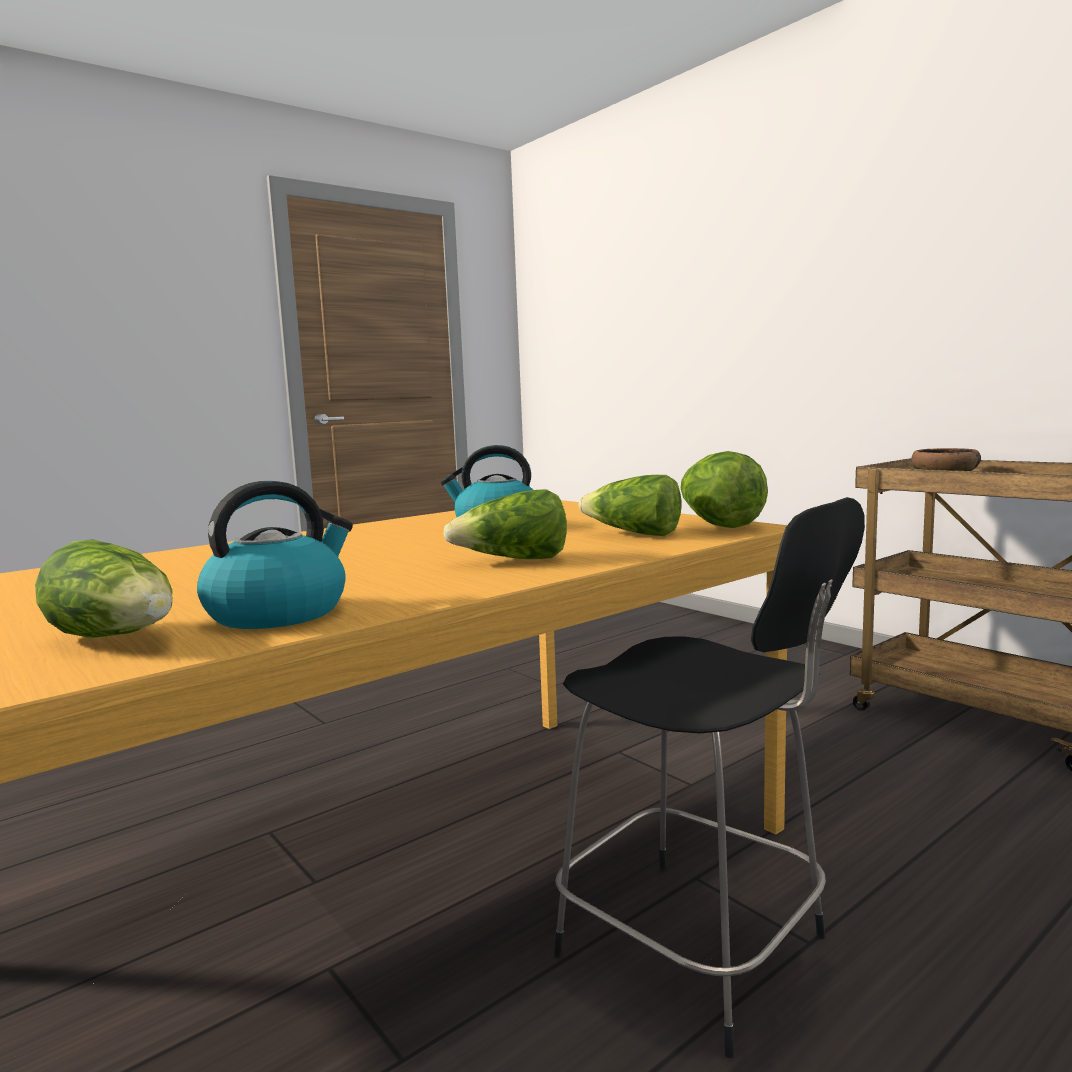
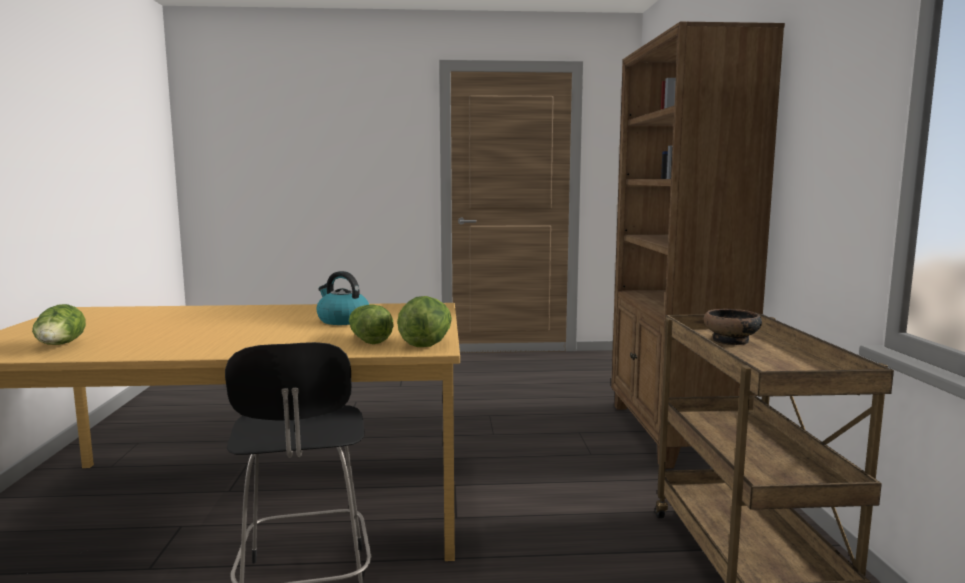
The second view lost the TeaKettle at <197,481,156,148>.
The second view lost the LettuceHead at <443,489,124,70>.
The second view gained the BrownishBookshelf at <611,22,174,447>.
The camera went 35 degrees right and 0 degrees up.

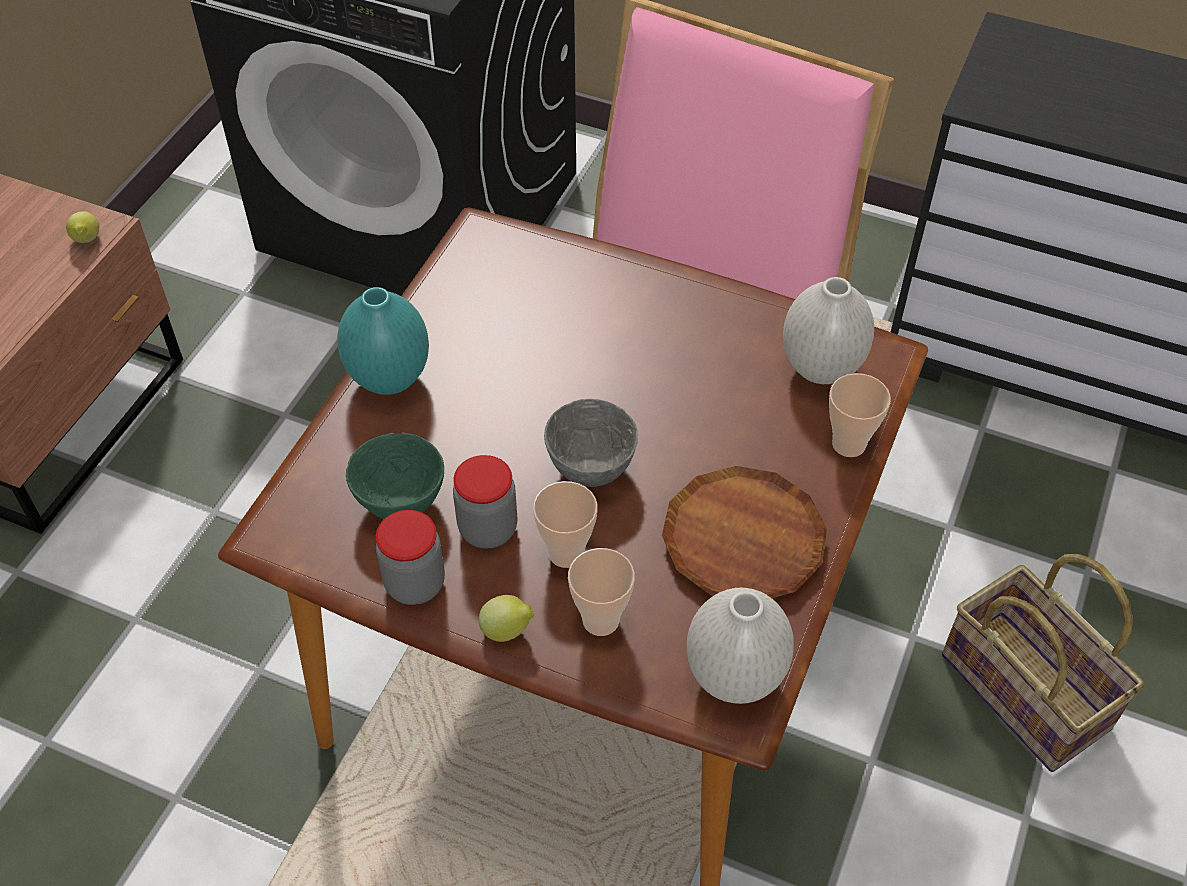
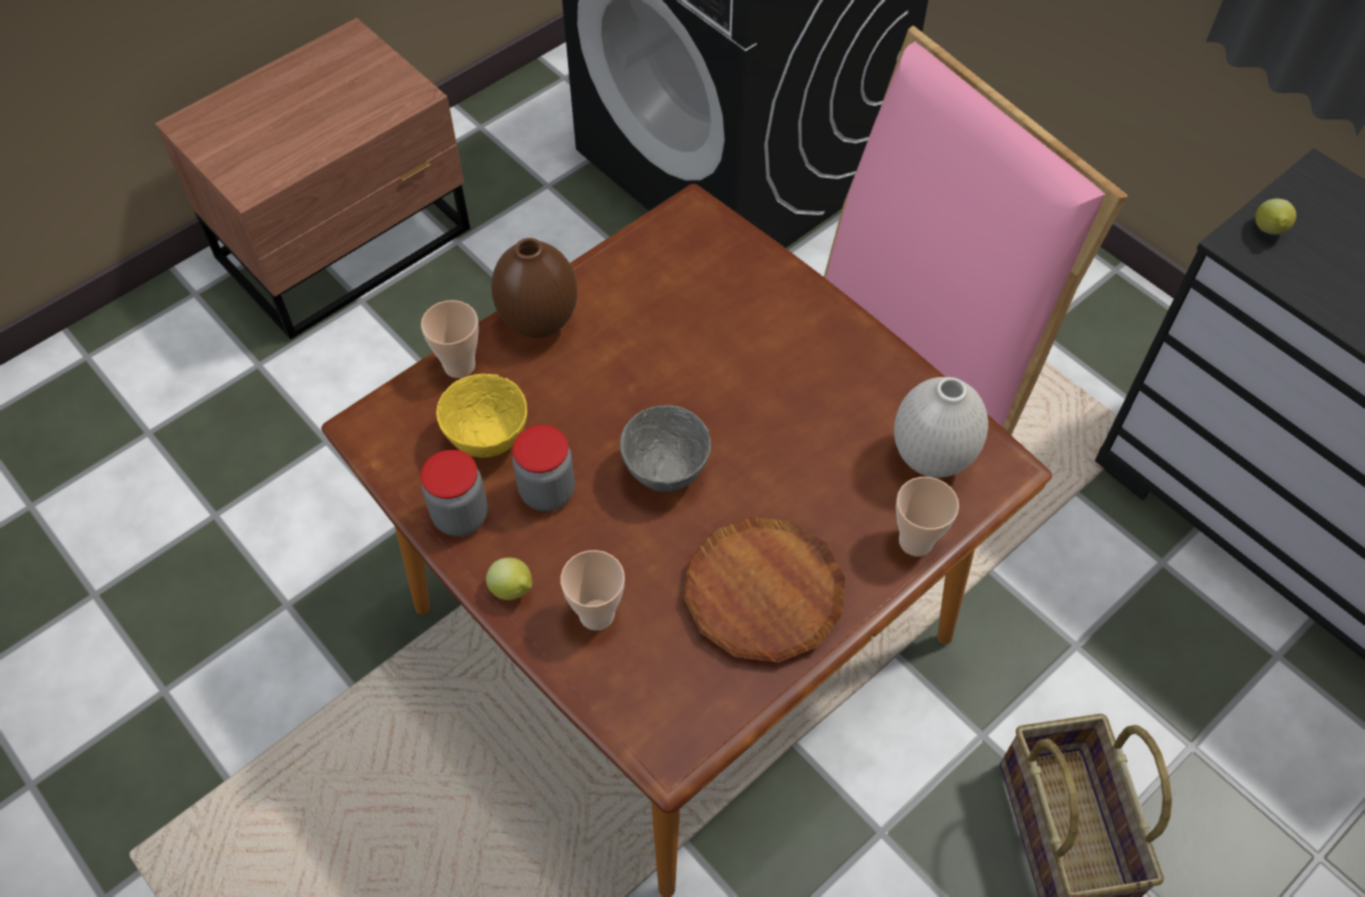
The second view lost the WhitishVase at <687,588,107,116>.
The CitrusFruit ended up elsewhere, having gone from <66,211,33,32> to <1255,199,41,36>.
The SmallCup ended up elsewhere, having gone from <533,481,65,87> to <421,300,58,78>.
What was the TurquoiseColouredVase at <337,287,92,108> turned into the BrownishVase at <491,238,86,100>.
What was the GreenColouredDeepDish at <346,432,98,88> turned into the YellowDeepDish at <436,374,91,84>.
The camera went 25 degrees right and 5 degrees up.

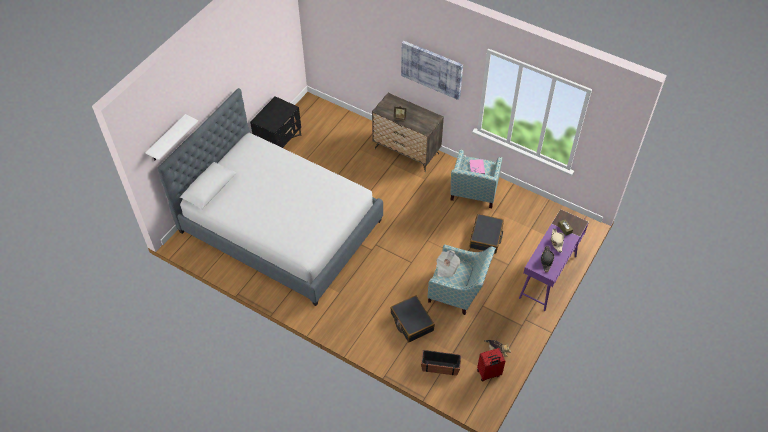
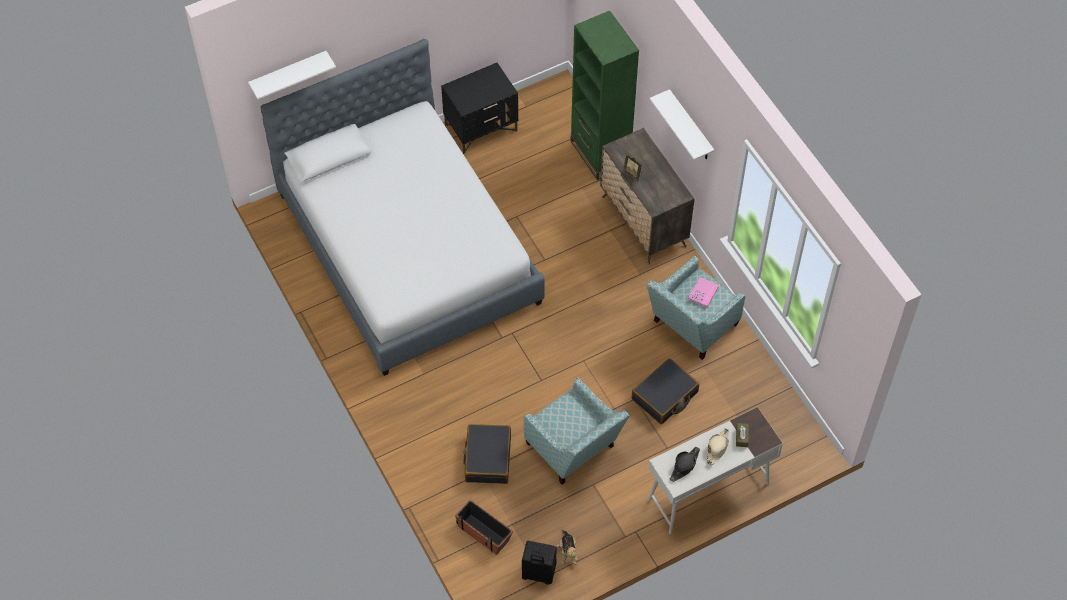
The second view lost the PrintedPaper at <436,250,24,27>.
The second view gained the GreenColouredBookshelf at <571,11,68,169>.
Where the WallPicture hung at <401,41,62,59>, the WhitishWallShelf came to hang at <650,89,64,71>.
What was the ReddishPieceOfLuggage at <477,348,28,34> turned into the BlackColouredPieceOfLuggage at <522,541,35,43>.
What was the PurpleColouredDesk at <519,209,70,102> turned into the WhitishDesk at <648,407,135,127>.
The camera went 30 degrees right and 5 degrees up.

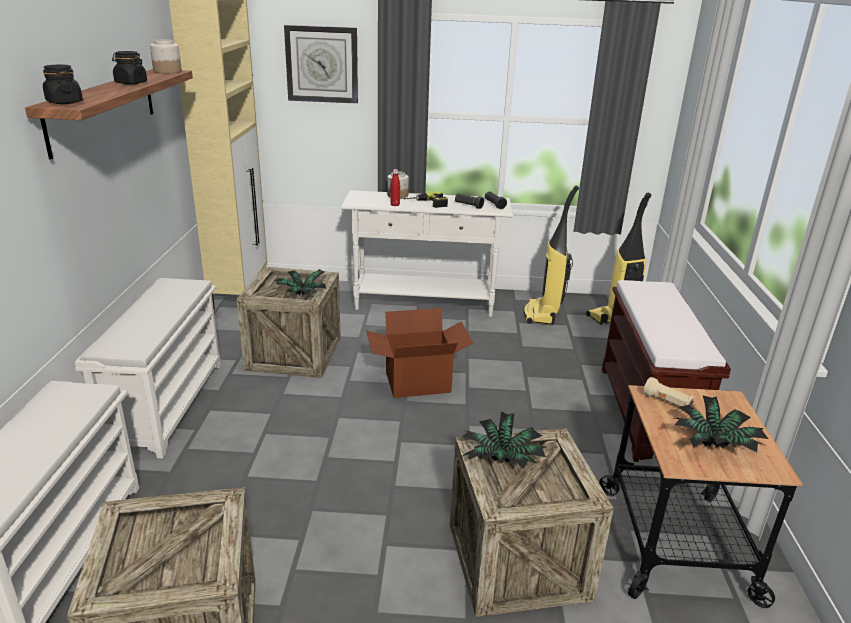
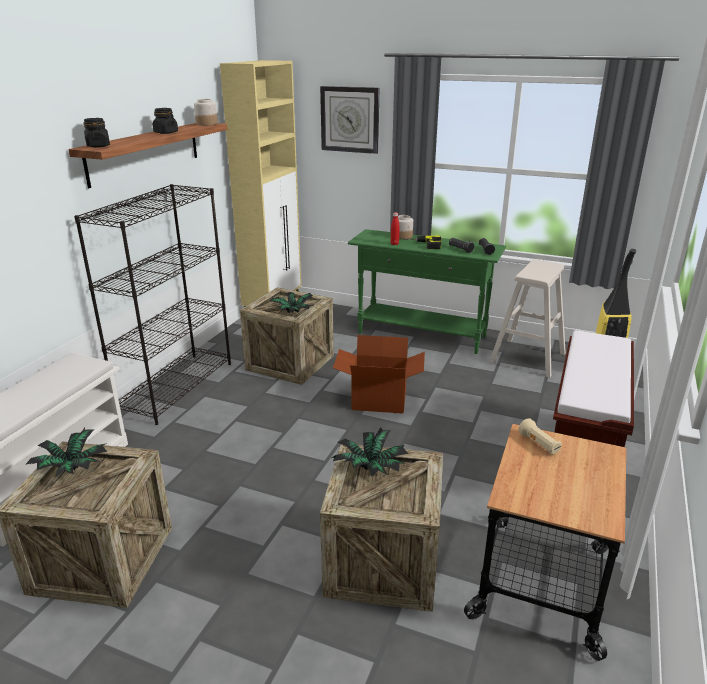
The Houseplant ended up elsewhere, having gone from <675,396,93,56> to <25,428,82,48>.
Where the WhitishShoeRack stood at <75,278,146,181>, the BlackColouredBookshelf came to stand at <74,184,157,241>.
Where the VacuumCleaner stood at <524,185,55,139>, the BeigeColouredStoolSeat came to stand at <489,259,77,119>.
What was the WhitishConsoleTable at <340,190,173,127> turned into the GreenColouredConsoleTable at <348,229,158,125>.
The camera went 20 degrees right and 0 degrees up.

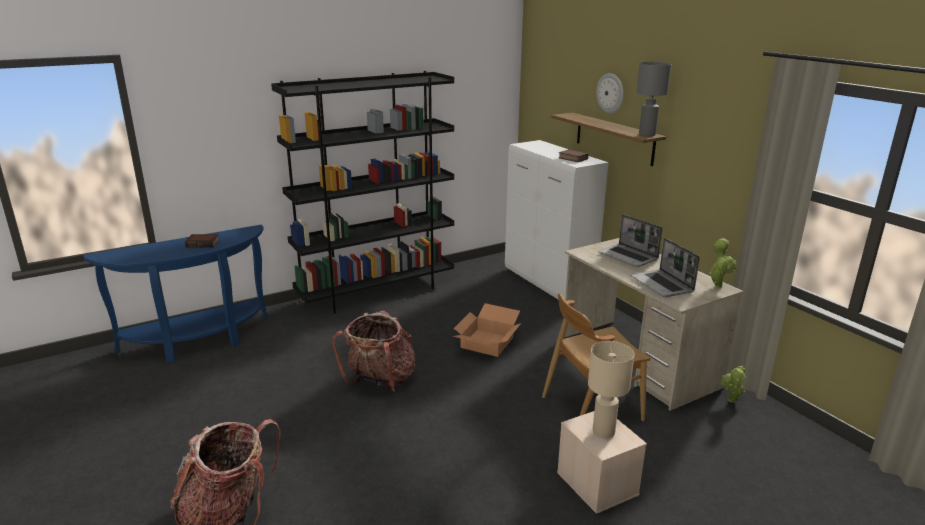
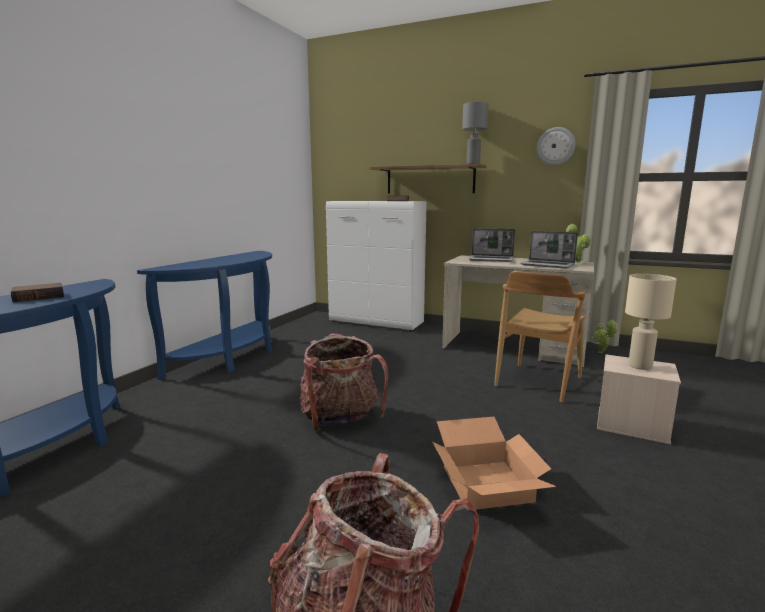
The Carton ended up elsewhere, having gone from <453,303,68,54> to <433,417,124,94>.
The WallClock ended up elsewhere, having gone from <596,73,27,40> to <537,127,38,38>.
Where the BlackColouredBookshelf stood at <271,71,183,242>, the BluishConsoleTable came to stand at <137,251,135,130>.
The camera went 35 degrees left and 10 degrees down.

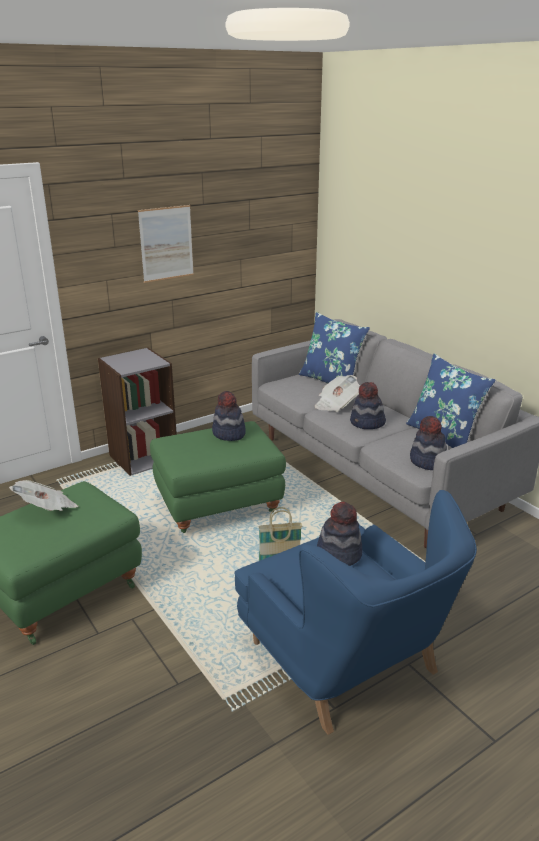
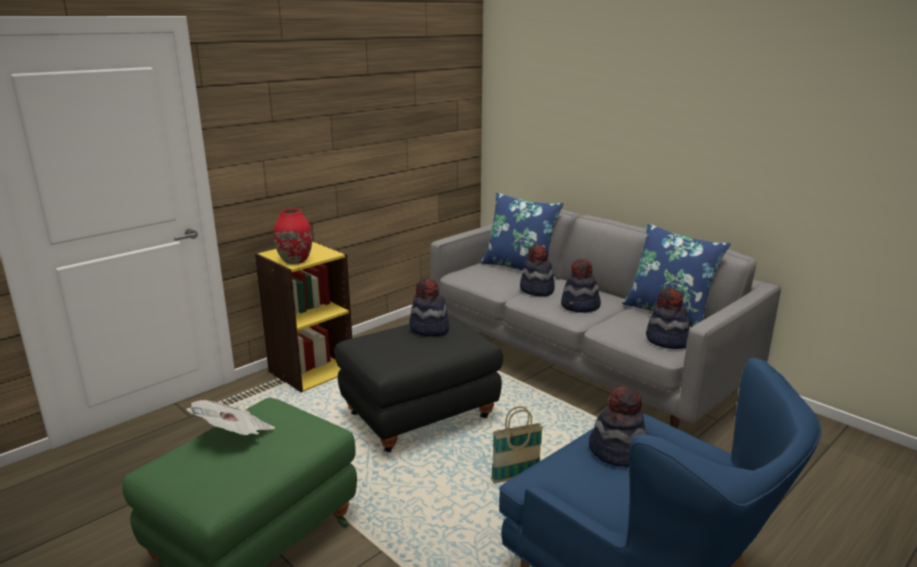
The second view lost the WallPicture at <138,205,56,78>.
The second view gained the ReddishVase at <274,209,38,55>.
Where the PrintedPaper stood at <315,375,45,37>, the ClothingHat came to stand at <520,244,35,52>.
What was the GrayBookshelf at <98,347,79,129> turned into the YellowBookshelf at <255,240,97,152>.
What was the GreenColouredPouffe at <150,421,136,112> turned into the BlackColouredPouffe at <335,315,168,137>.
The camera went 10 degrees left and 5 degrees down.

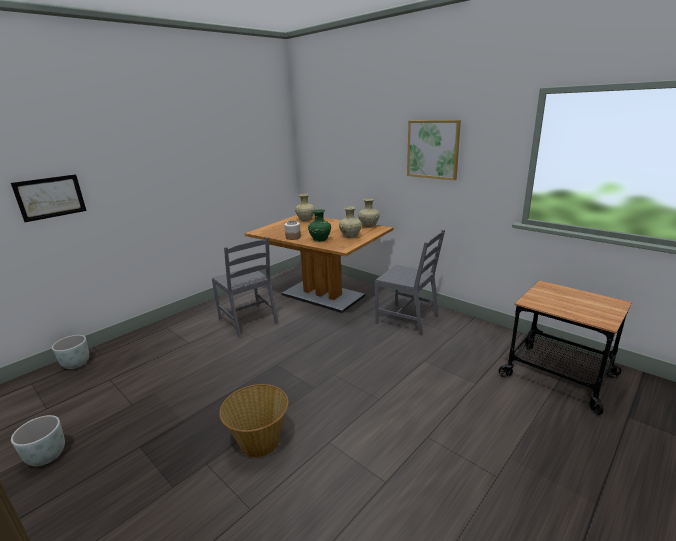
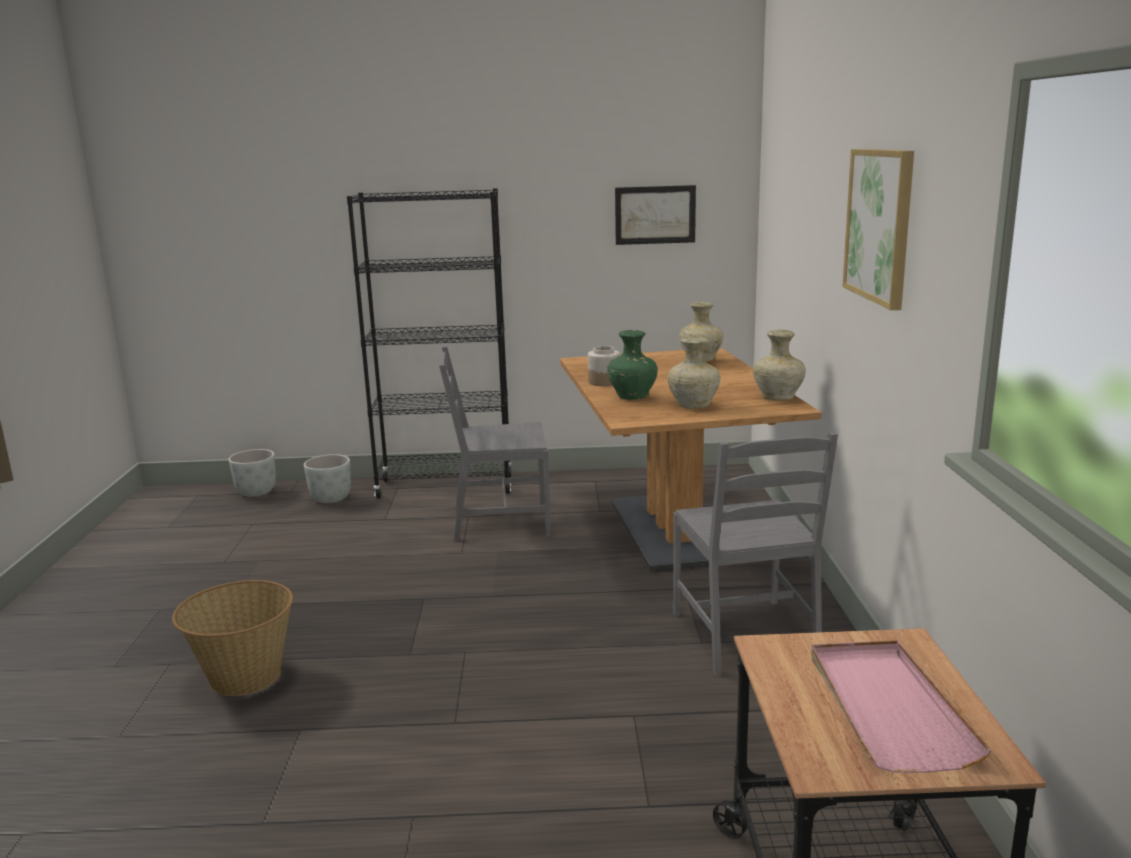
The second view gained the BlackColouredBookshelf at <347,188,166,311>.
The second view gained the PinkishServingTray at <811,641,180,132>.
The WallPicture ended up elsewhere, having gone from <11,174,76,48> to <615,185,81,60>.
The GrayPlanter ended up elsewhere, having gone from <11,415,54,51> to <304,454,47,49>.
The GrayUprightChair at <212,237,66,100> ended up facing another way, 75 degrees clockwise from before.
The camera went 45 degrees right and 5 degrees down.

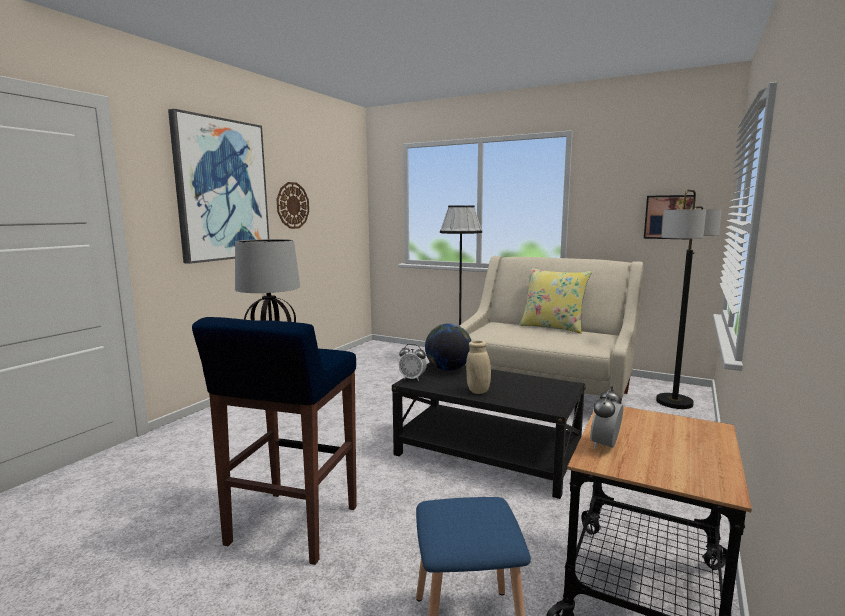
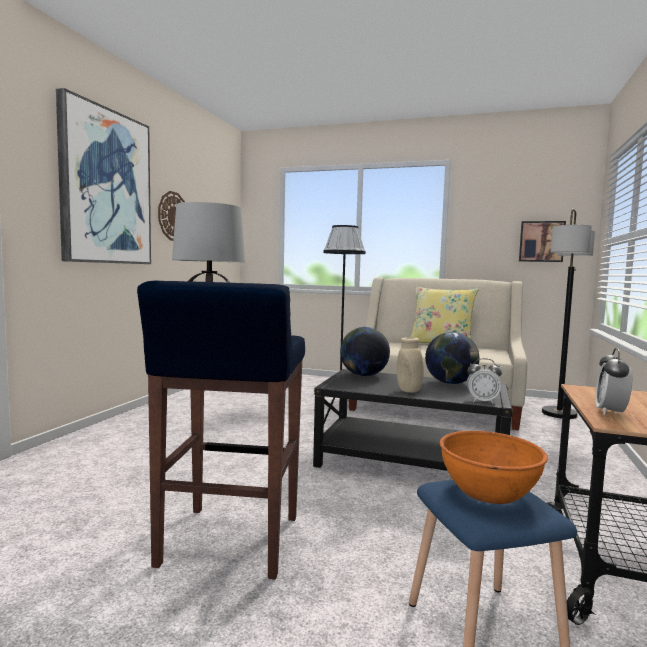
The second view gained the Globe at <425,332,55,52>.
The second view gained the OrangeColouredDeepDish at <440,431,108,73>.
The AlarmClock ended up elsewhere, having gone from <399,344,28,37> to <467,358,35,45>.
The camera went 10 degrees left and 5 degrees down.

